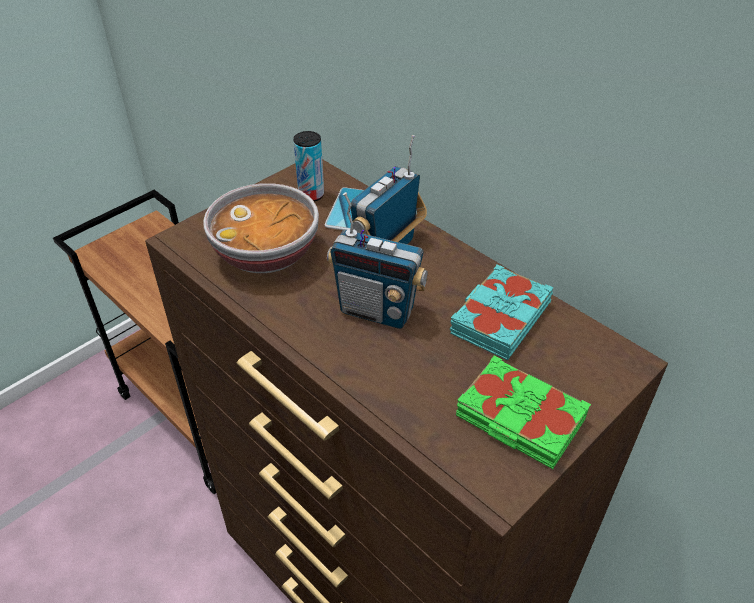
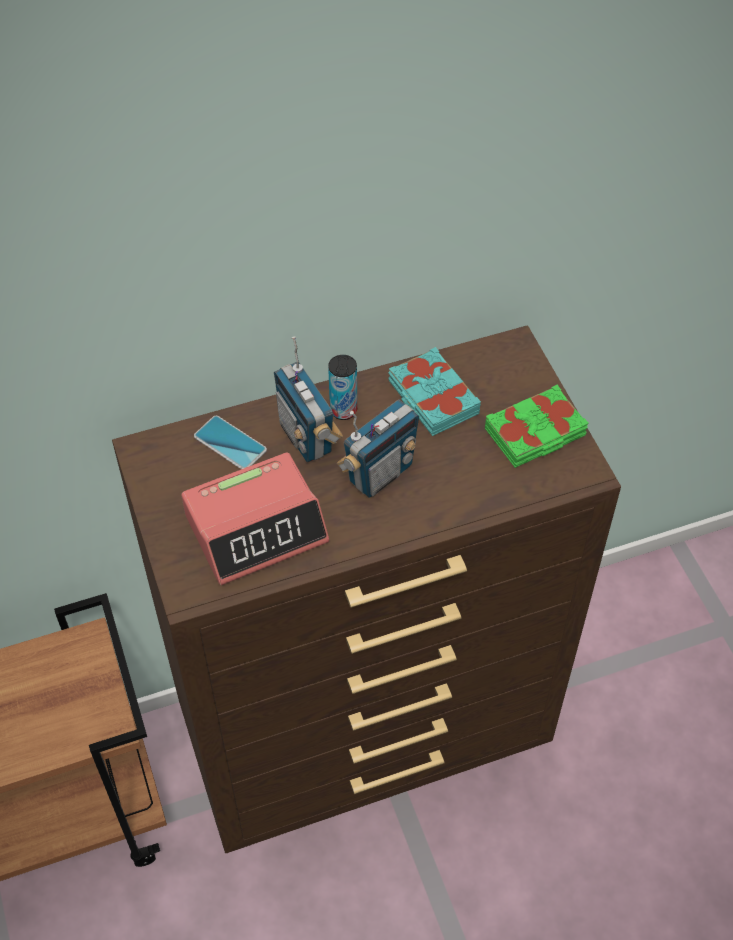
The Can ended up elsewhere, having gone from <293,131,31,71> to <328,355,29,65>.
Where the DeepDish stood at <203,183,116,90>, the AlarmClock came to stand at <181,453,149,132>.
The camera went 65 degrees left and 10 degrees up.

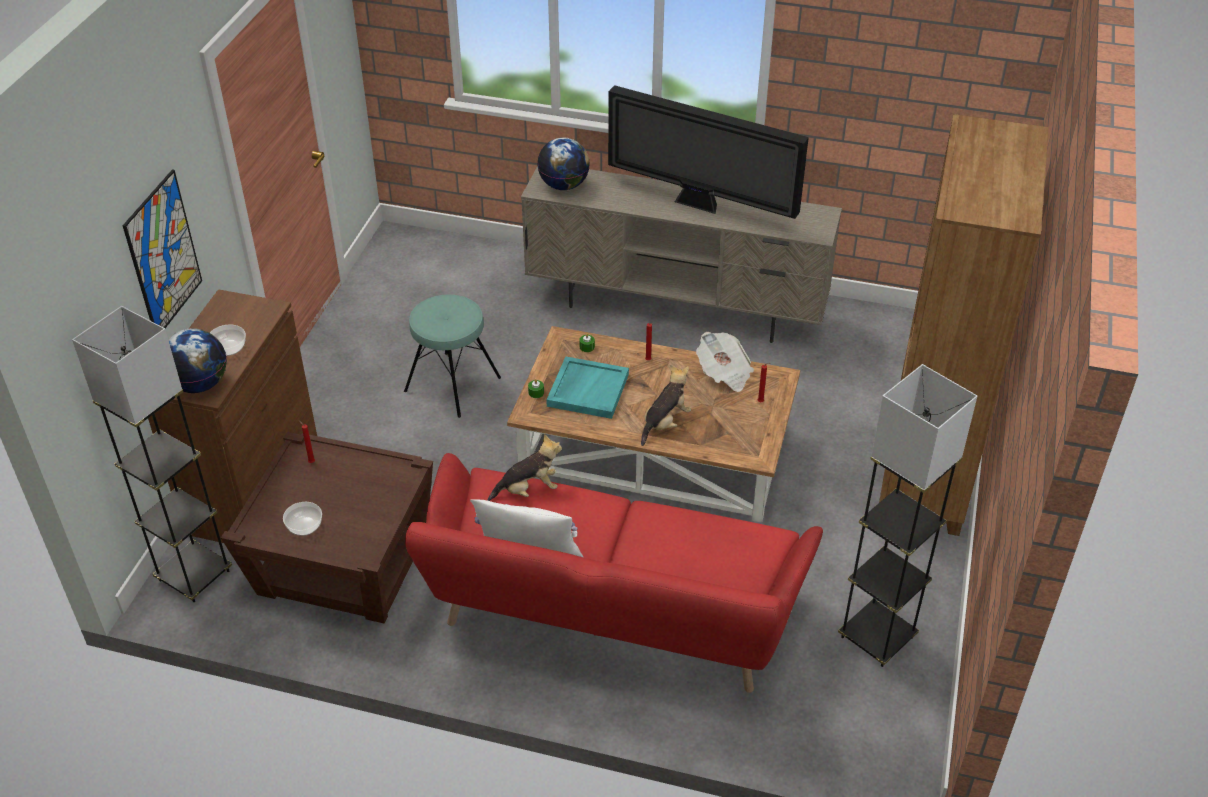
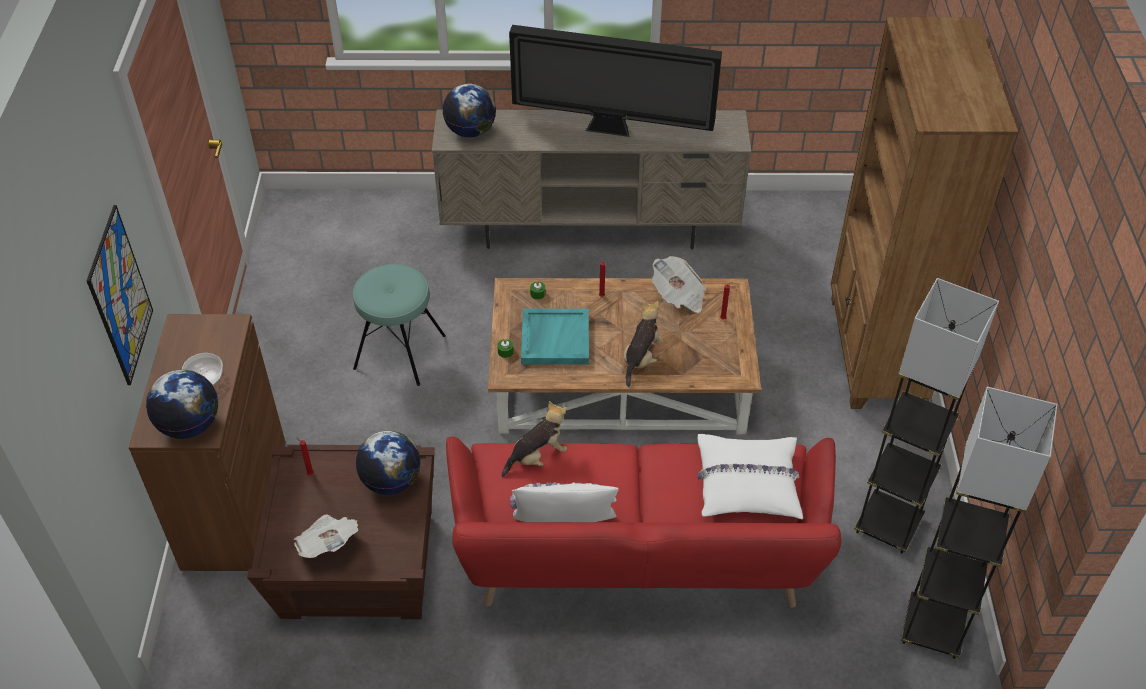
The second view gained the Globe at <356,431,65,64>.
The second view gained the WhitishCushion at <697,434,106,85>.
The GrayStandingLamp ended up elsewhere, having gone from <72,306,160,297> to <901,387,156,272>.
Where the DeepDish stood at <283,502,39,34>, the PrintedPaper came to stand at <294,514,64,44>.
The camera went 15 degrees left and 5 degrees up.

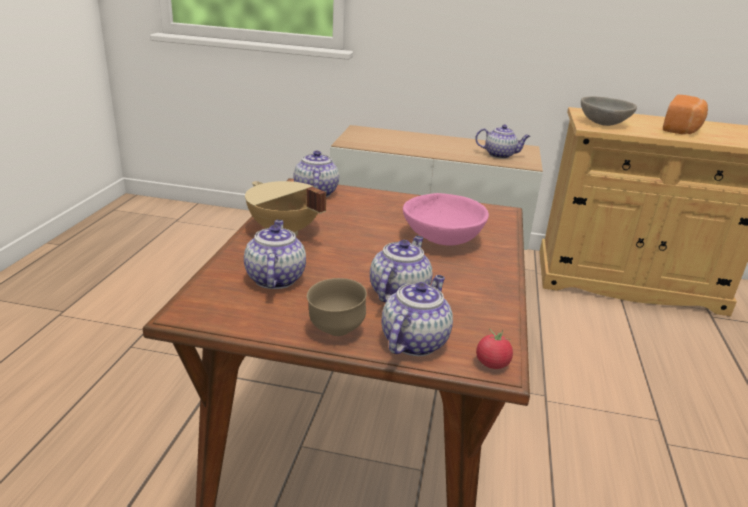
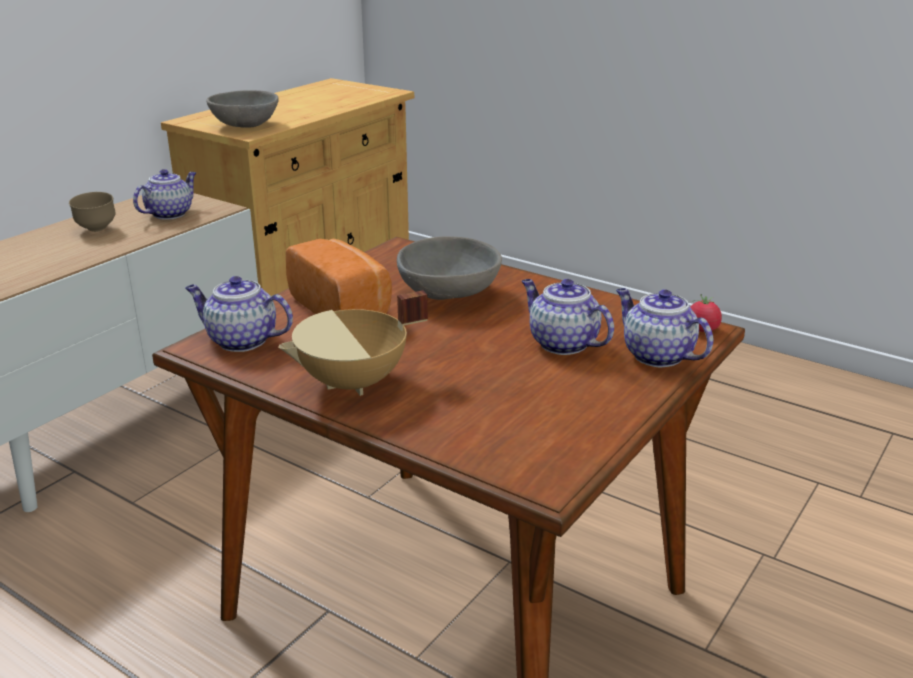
The second view lost the Teapot at <244,220,62,69>.
The BrownishDeepDish ended up elsewhere, having gone from <307,278,60,58> to <69,192,46,40>.
The BakeryBread ended up elsewhere, having gone from <663,95,45,39> to <286,239,106,75>.
What was the PinkishDeepDish at <403,193,86,52> turned into the GrayDeepDish at <397,236,105,64>.
The camera went 65 degrees left and 0 degrees up.

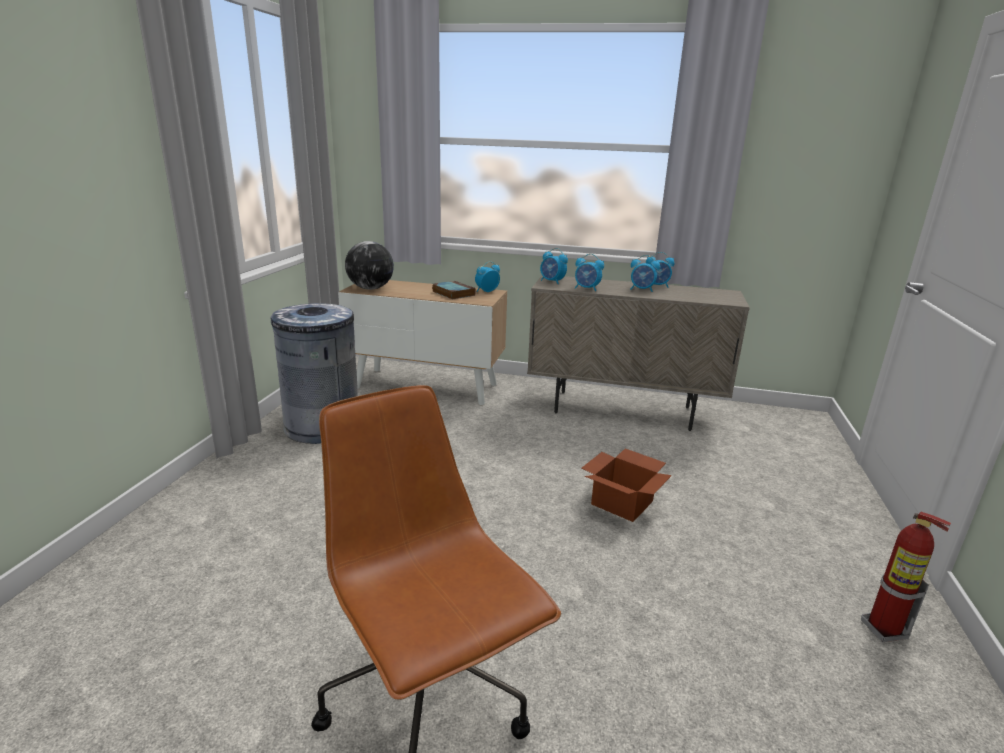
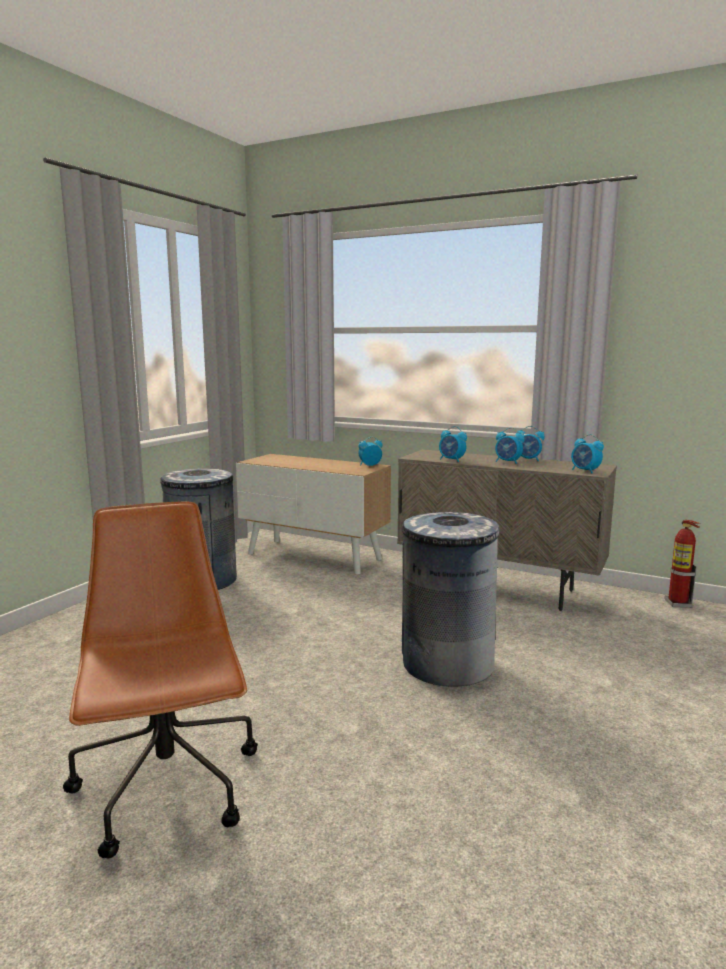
The second view lost the Globe at <345,241,49,49>.
The second view lost the Book at <432,281,44,19>.
The AlarmClock ended up elsewhere, having gone from <540,248,28,36> to <571,434,33,39>.
The FireExtinguisher ended up elsewhere, having gone from <861,512,90,130> to <665,520,35,88>.
Where the Carton stood at <582,449,90,73>, the GrayTrashCan came to stand at <402,512,98,174>.
The camera went 15 degrees right and 10 degrees down.

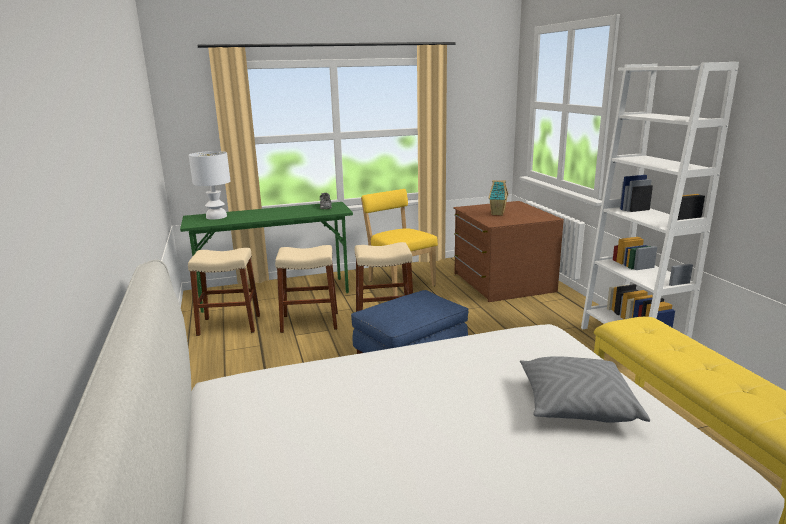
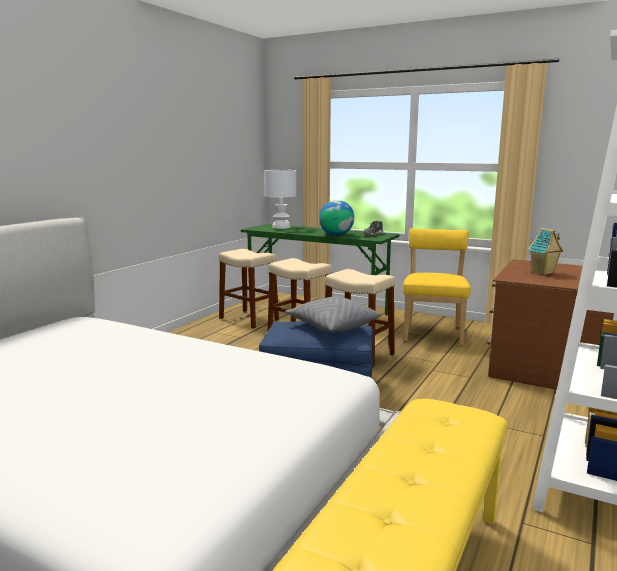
The second view gained the Globe at <319,200,35,35>.
The GrayCushion ended up elsewhere, having gone from <520,356,130,67> to <285,296,96,37>.
The camera went 45 degrees right and 5 degrees down.

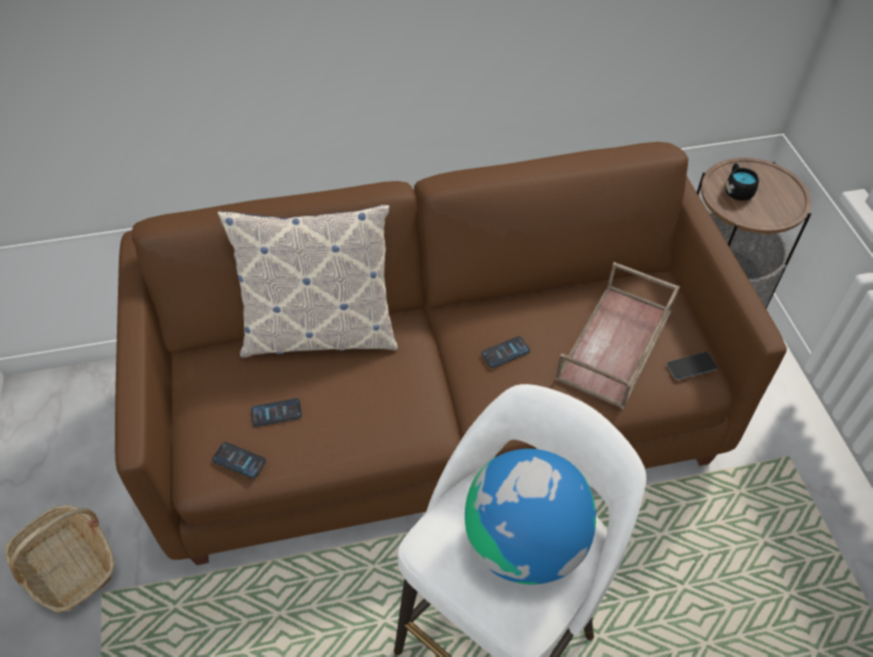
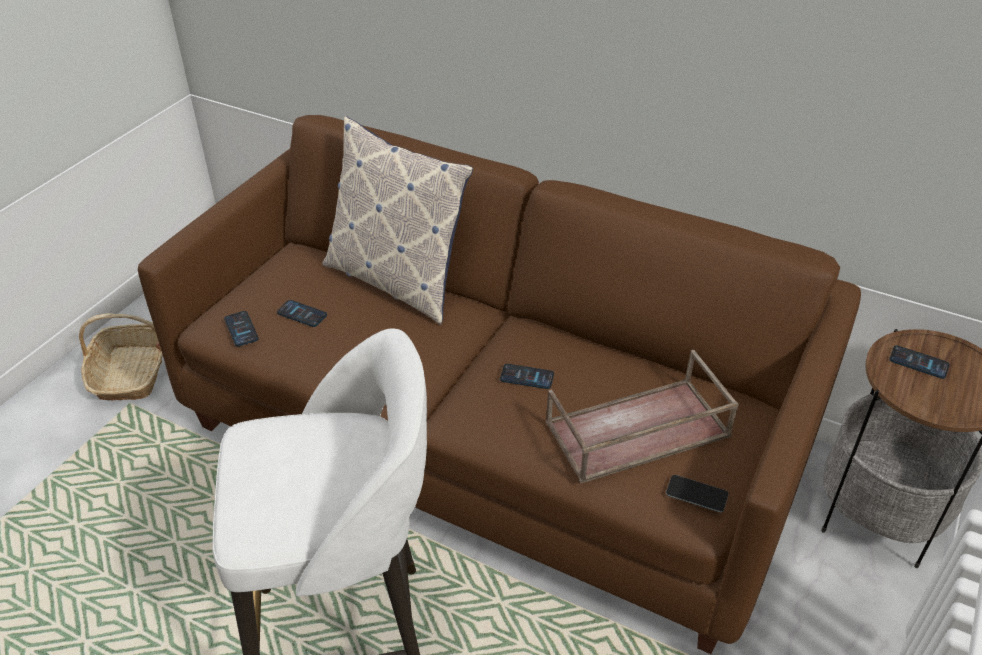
The second view lost the Globe at <465,449,131,135>.
Where the BlackColouredTeaMug stood at <725,163,34,38>, the Phone came to stand at <889,345,61,34>.
The camera went 40 degrees right and 10 degrees down.

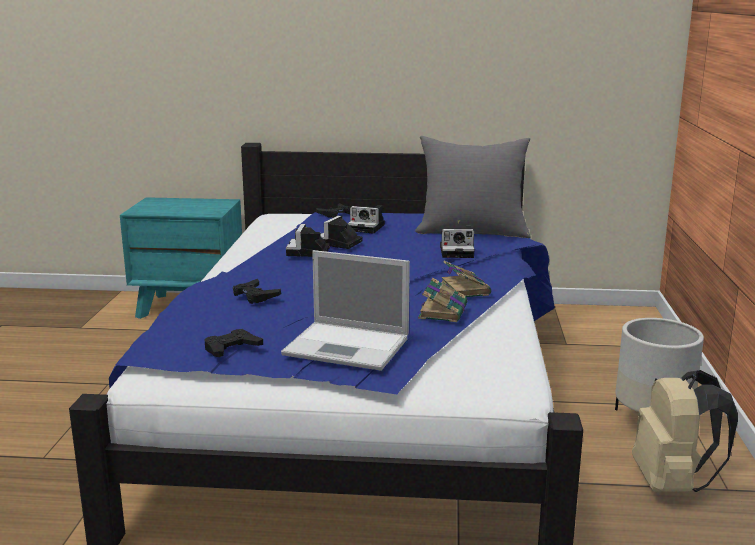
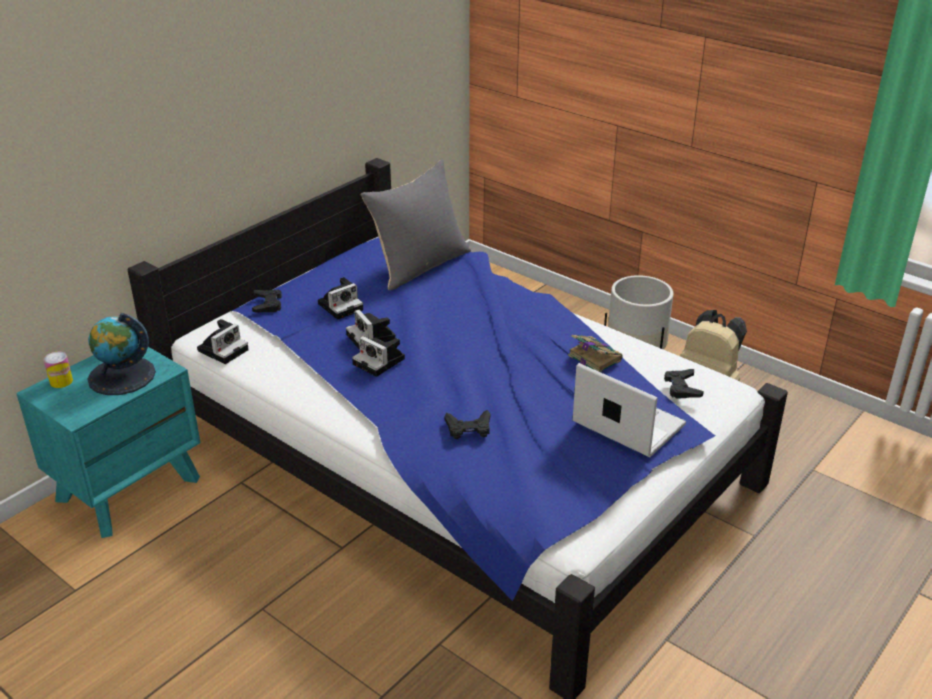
The second view lost the Book at <441,261,50,36>.
The second view gained the Can at <44,352,29,36>.
The second view gained the Globe at <88,313,68,82>.
The BlackColouredJoypad ended up elsewhere, having gone from <204,329,59,28> to <664,369,40,29>.
The StillCamera ended up elsewhere, having gone from <440,225,35,33> to <197,319,52,45>.
The PortableComputer at <281,250,129,121> ended up facing another way, 105 degrees counterclockwise from before.
The camera went 55 degrees left and 15 degrees up.

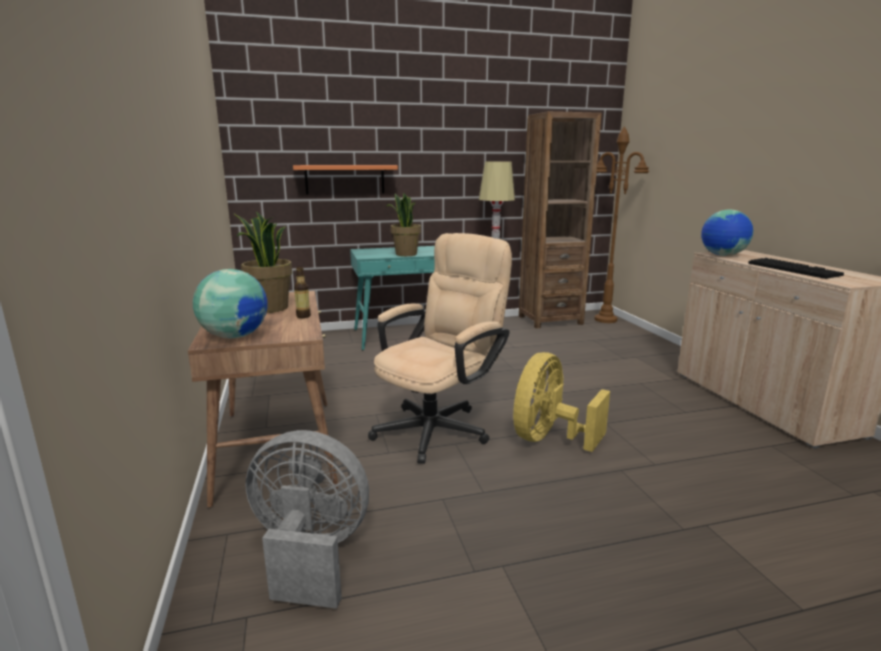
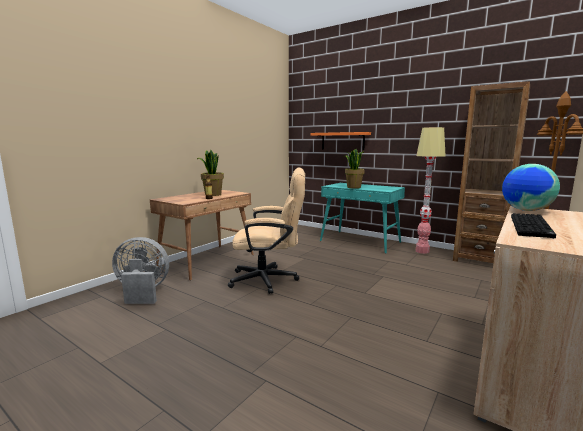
The second view lost the Globe at <193,269,74,70>.
The second view lost the YellowElectricFan at <513,352,97,100>.
The GrayElectricFan at <245,430,124,179> ended up facing another way, 60 degrees counterclockwise from before.
The camera went 50 degrees right and 5 degrees down.

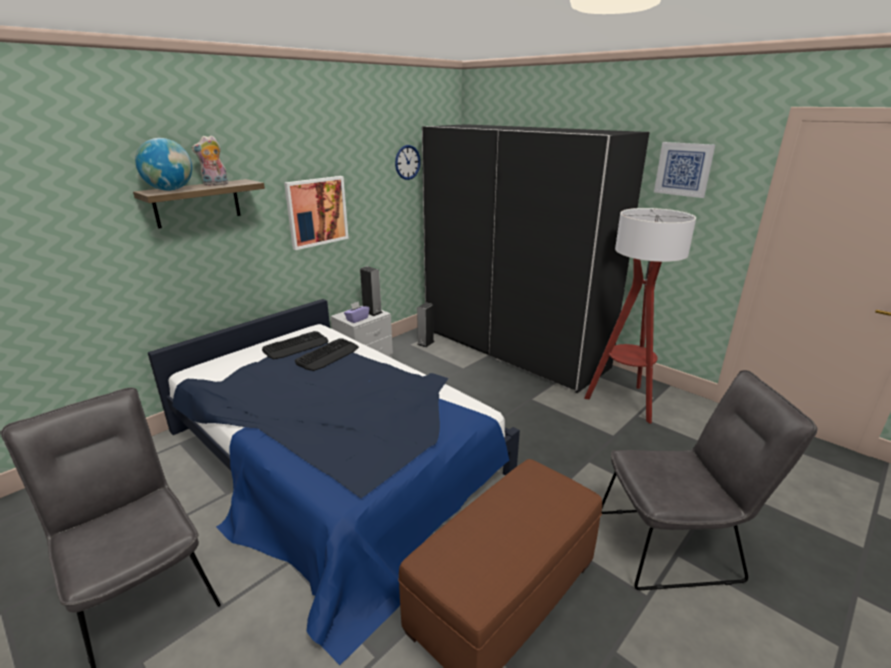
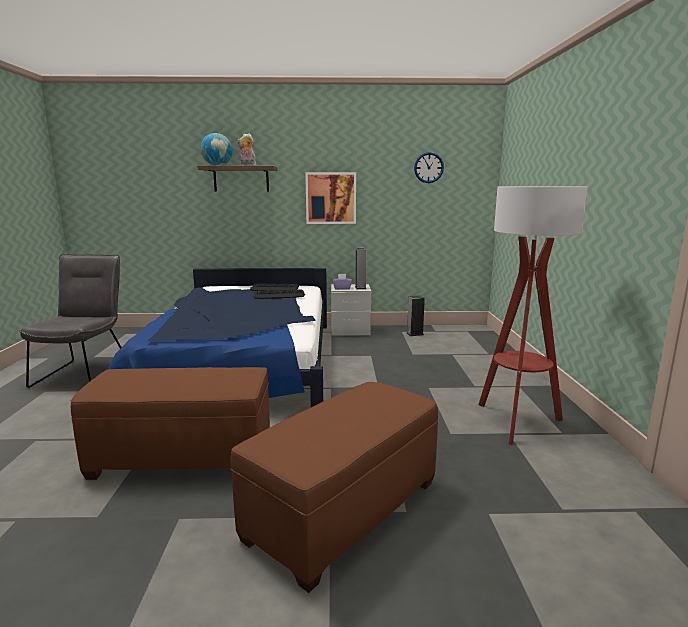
The second view lost the BlackColouredClothesCupboard at <422,124,228,269>.
The second view lost the WallPicture at <654,142,61,56>.
Where the GrayUprightChair stood at <601,370,217,220>, the BrownishPouffe came to stand at <230,382,208,211>.
The camera went 45 degrees right and 10 degrees down.

